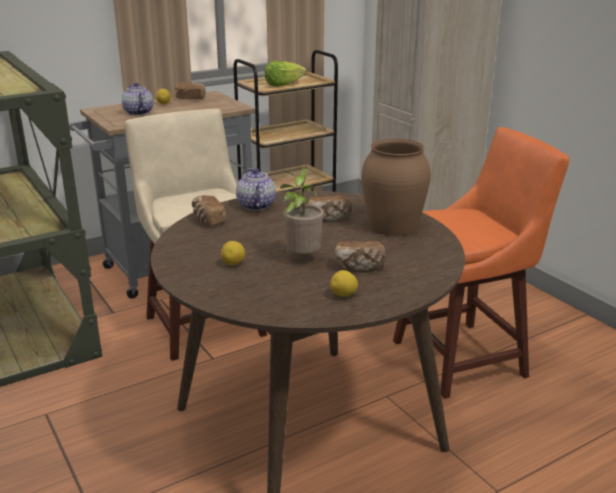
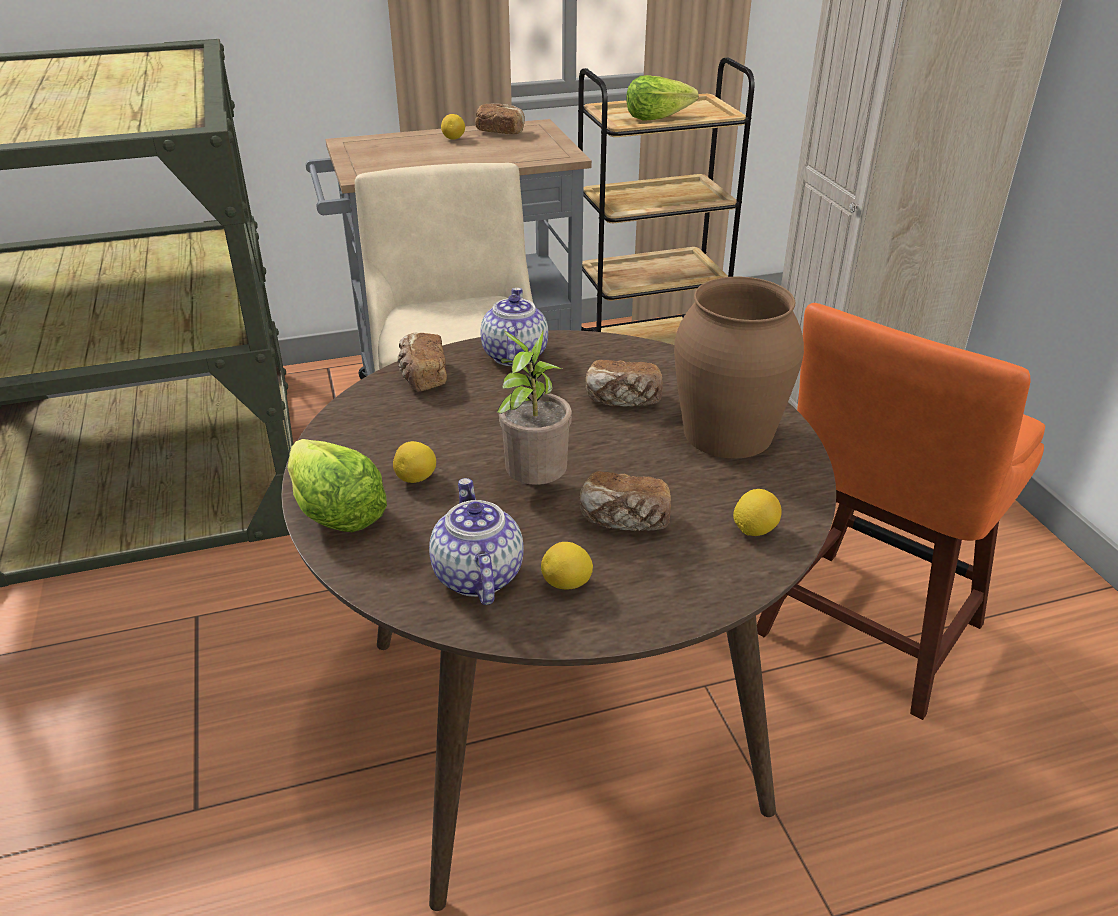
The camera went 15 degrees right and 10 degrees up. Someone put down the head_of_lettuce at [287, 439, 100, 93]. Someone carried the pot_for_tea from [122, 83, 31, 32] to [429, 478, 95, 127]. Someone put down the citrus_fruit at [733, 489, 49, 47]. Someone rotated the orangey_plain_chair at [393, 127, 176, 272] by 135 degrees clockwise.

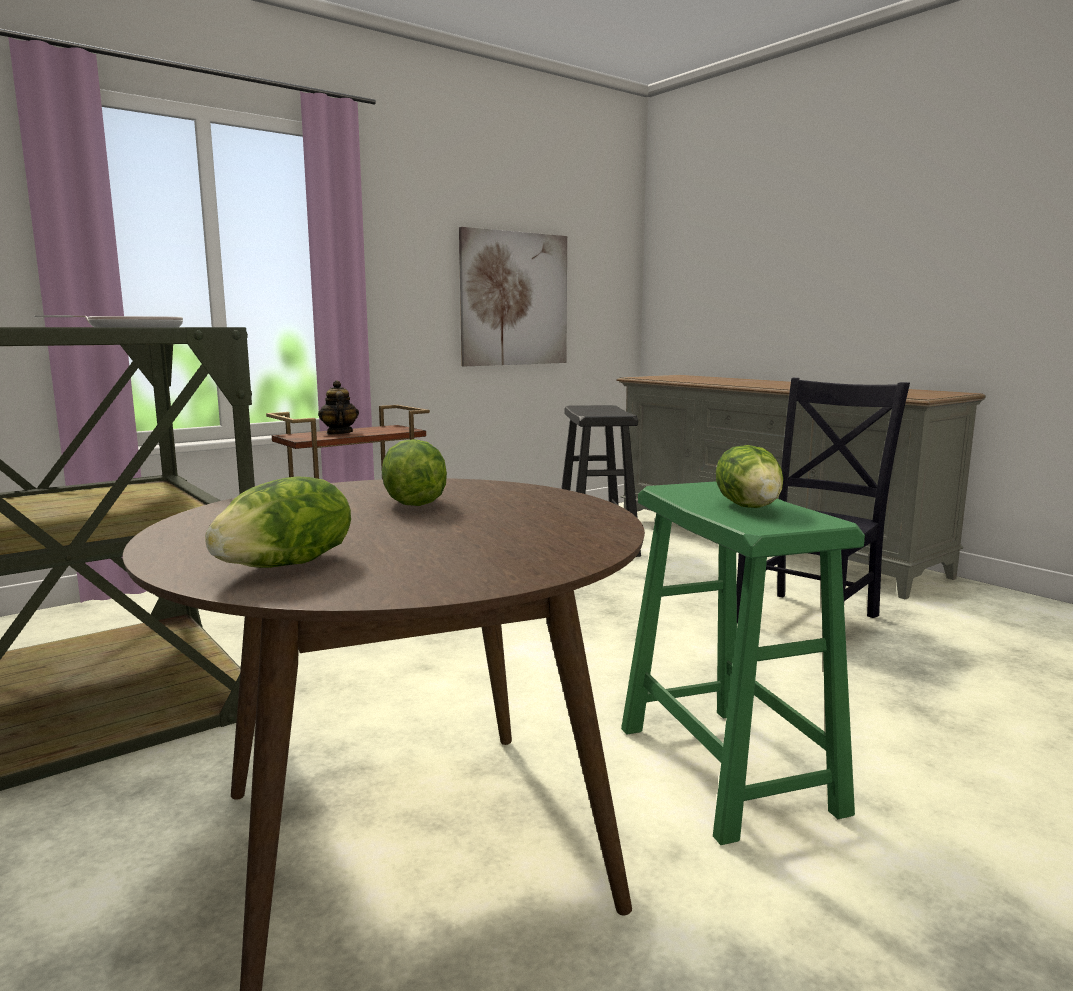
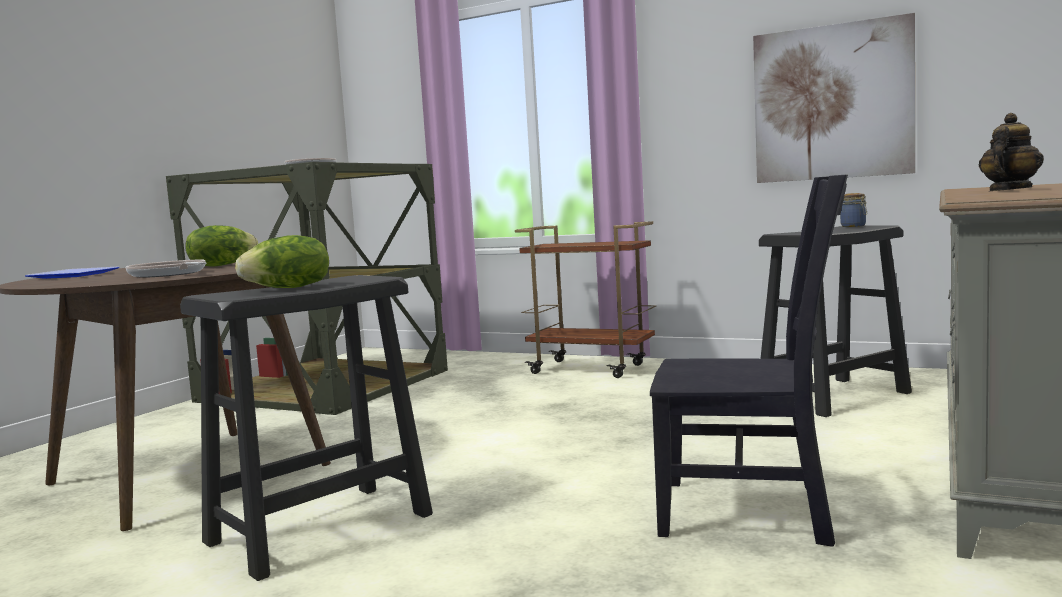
The camera went 65 degrees right and 5 degrees down. Someone swapped the head_of_lettuce at [205, 476, 146, 92] for the flat_dish at [25, 267, 95, 12]. Someone put down the frying_pan at [126, 260, 80, 17]. Someone repainted the green-coloured_sitting_stool at [621, 481, 244, 364], which became the black_sitting_stool at [180, 275, 253, 306]. Someone put down the jar at [840, 193, 27, 34]. Someone carried the pot_for_tea from [318, 380, 41, 54] to [979, 113, 65, 79].

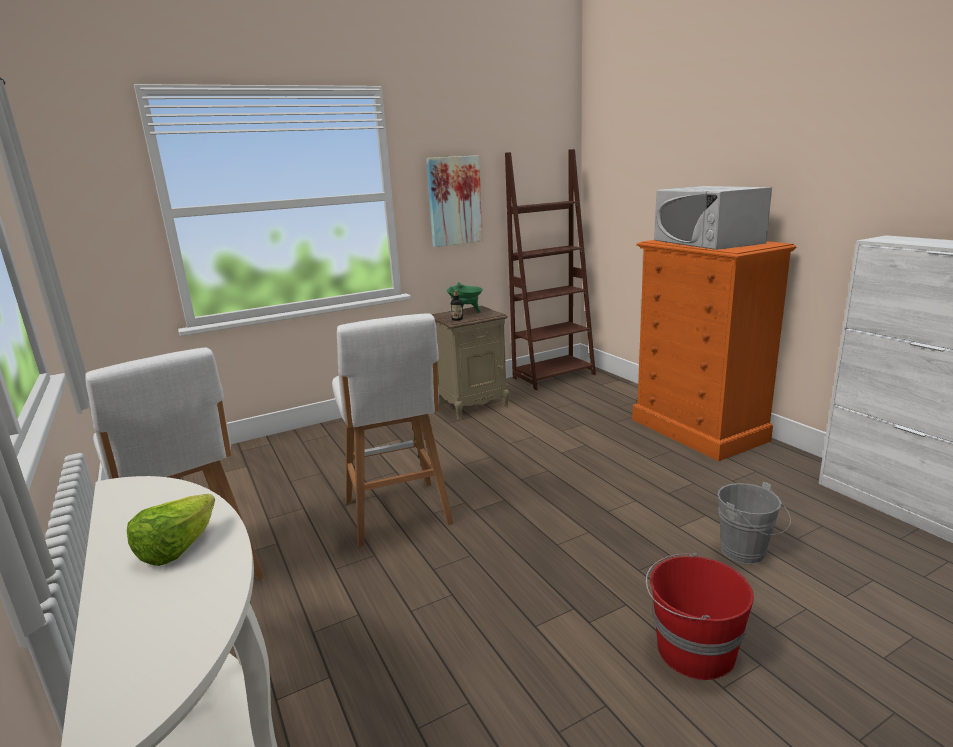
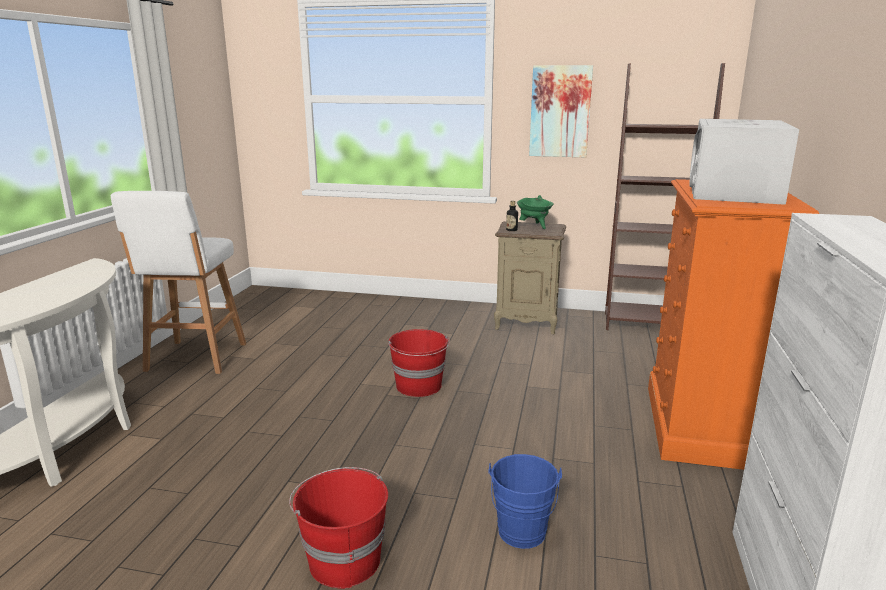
The camera went 40 degrees right and 0 degrees up. Someone put down the reddish_water_bucket at [388, 329, 62, 68]. Someone repainted the greyish_water_bucket at [717, 482, 74, 82], which became the bluish_water_bucket at [488, 454, 74, 95]. Someone took away the head_of_lettuce at [127, 494, 88, 72]. Someone took away the white_sitting_stool at [332, 313, 122, 234].

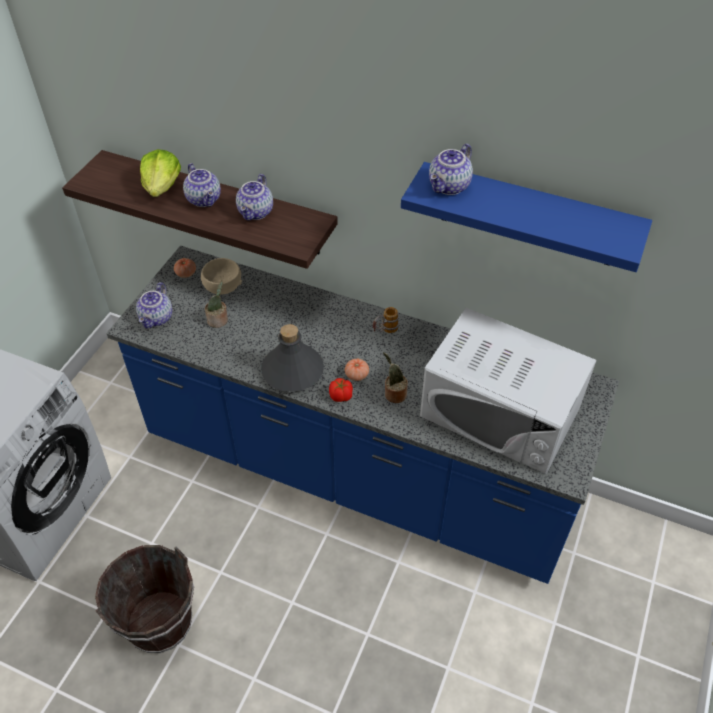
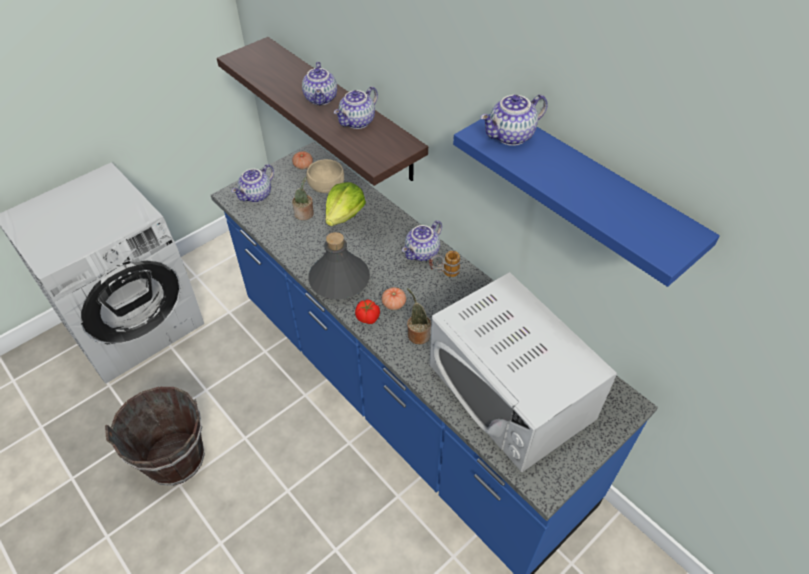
The camera went 25 degrees right and 0 degrees up. Someone carried the head_of_lettuce from [140, 149, 41, 48] to [325, 182, 41, 44]. Someone put down the pot_for_tea at [402, 220, 40, 41].

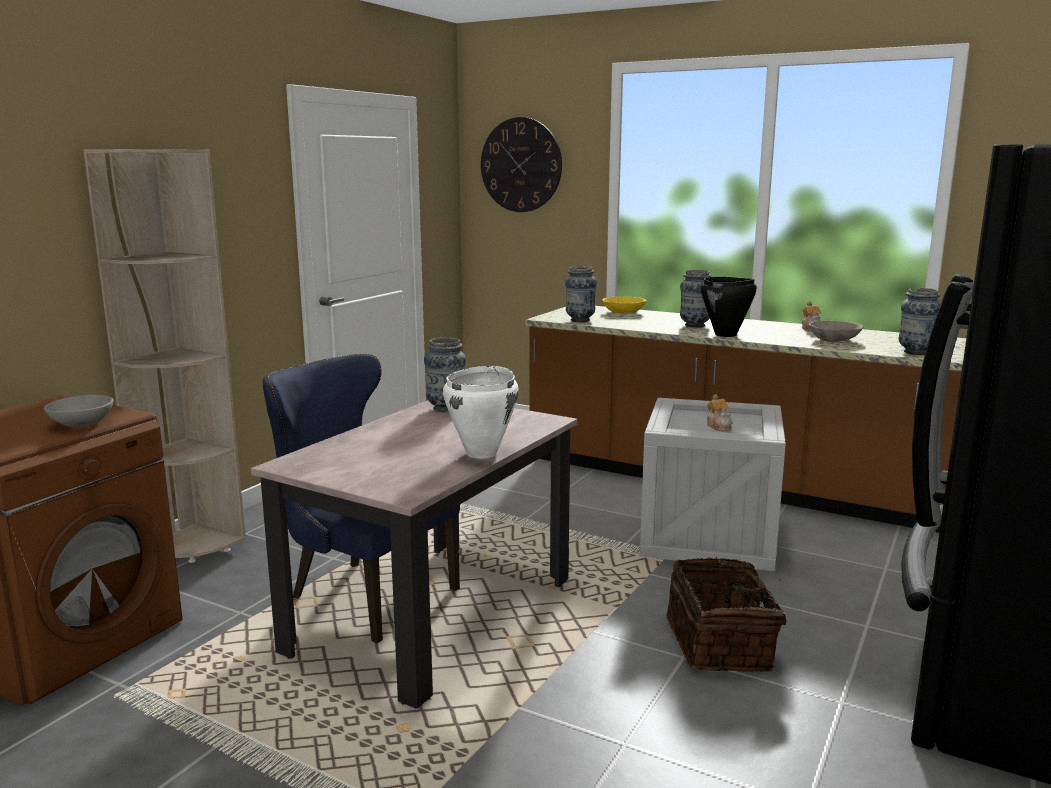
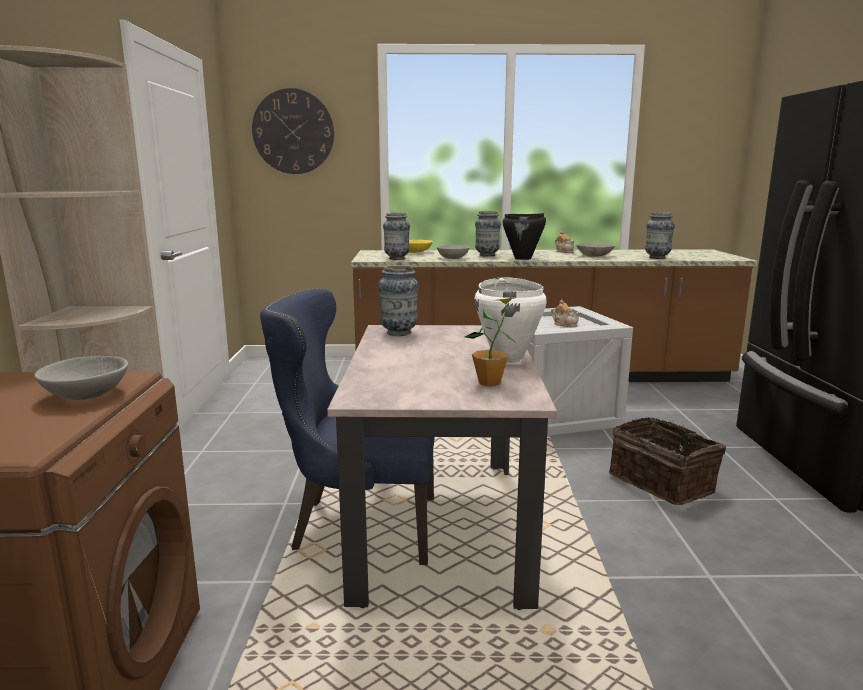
The camera went 30 degrees left and 0 degrees up. Someone put down the greyish_bowl at [437, 245, 33, 14]. Someone put down the potted_plant at [465, 298, 50, 88].

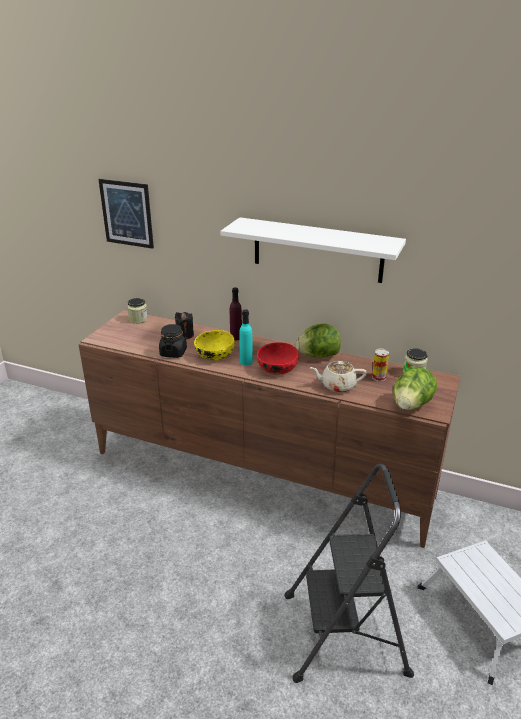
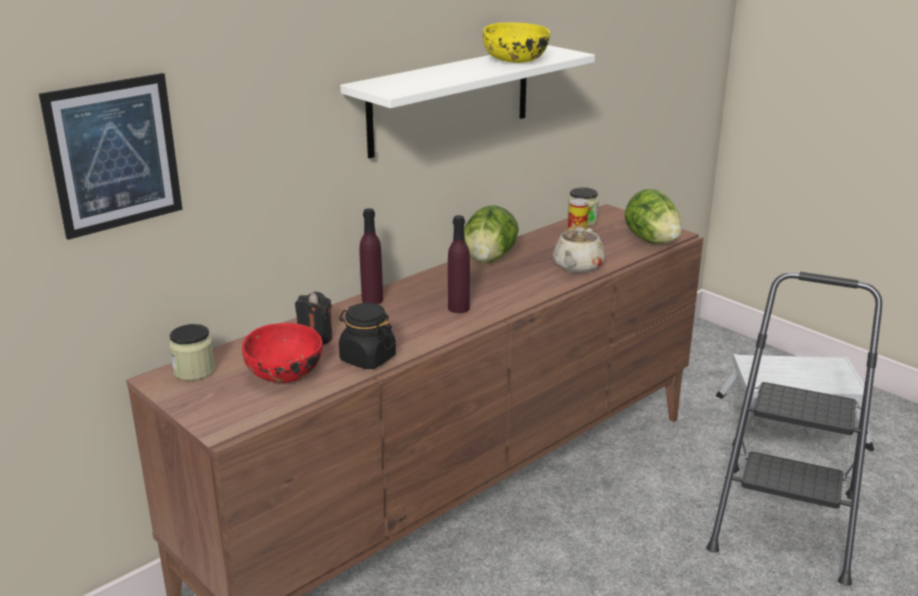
The camera went 65 degrees left and 5 degrees down. Someone carried the reddish_bowl from [257, 342, 42, 33] to [242, 323, 81, 60]. Someone repainted the turquoise-coloured_drink_bottle at [239, 309, 14, 57], which became the purple_drink_bottle at [448, 215, 22, 98]. Someone carried the yellow_bowl from [194, 330, 41, 31] to [483, 23, 67, 40].

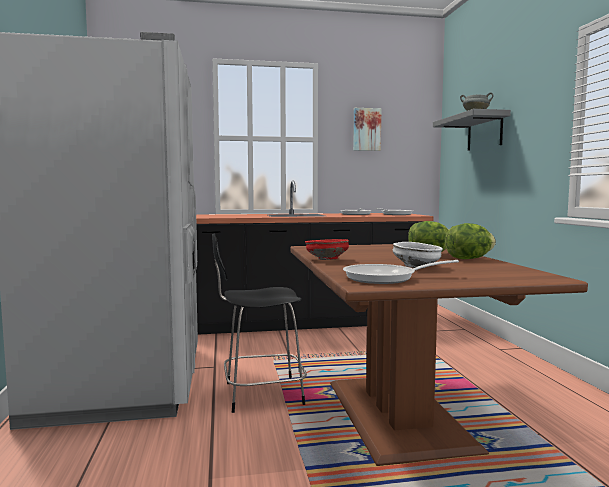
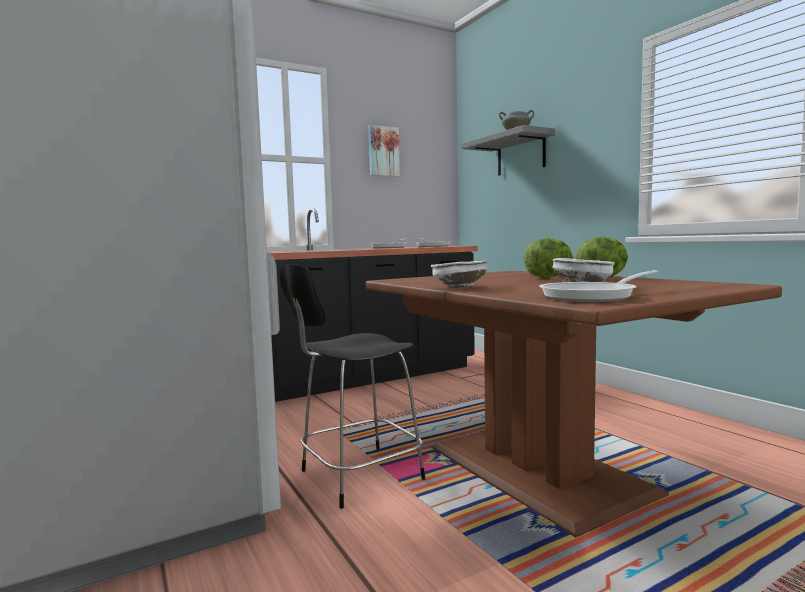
The camera went 20 degrees left and 0 degrees up. Someone repainted the reddish_bowl at [305, 239, 44, 21], which became the white_bowl at [431, 260, 57, 28].

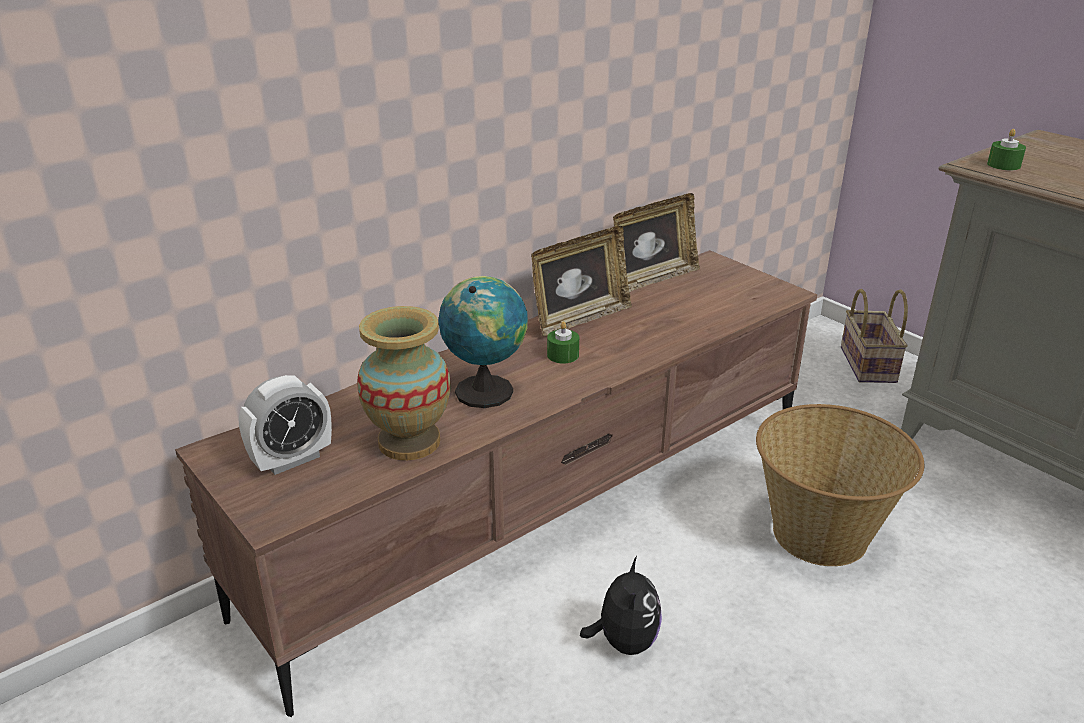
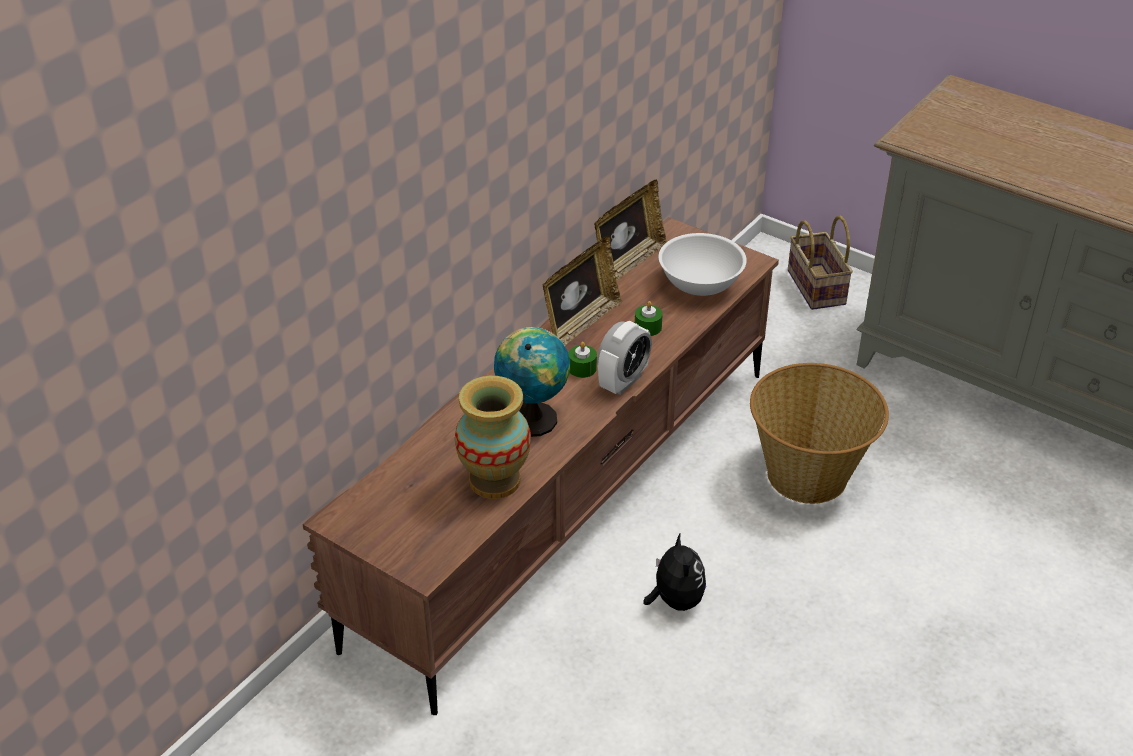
The camera went 15 degrees left and 10 degrees up. Someone carried the table_clock from [239, 375, 93, 100] to [597, 321, 55, 74]. Someone carried the green-coloured_wax_candle from [987, 129, 39, 41] to [635, 301, 28, 35]. Someone put down the white_bowl at [659, 233, 88, 63].

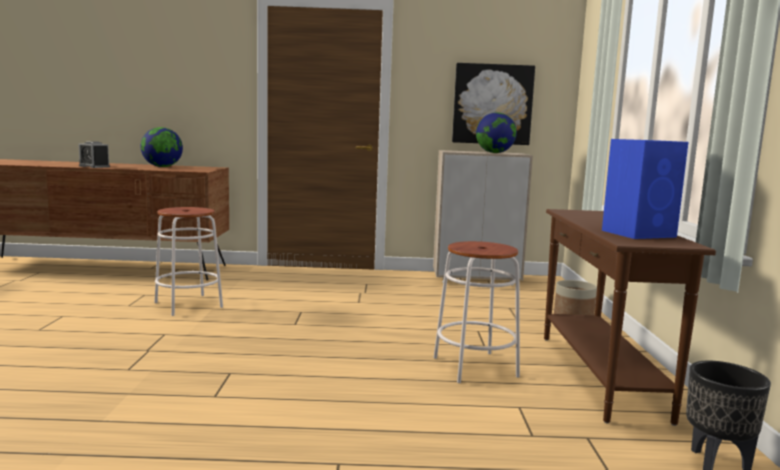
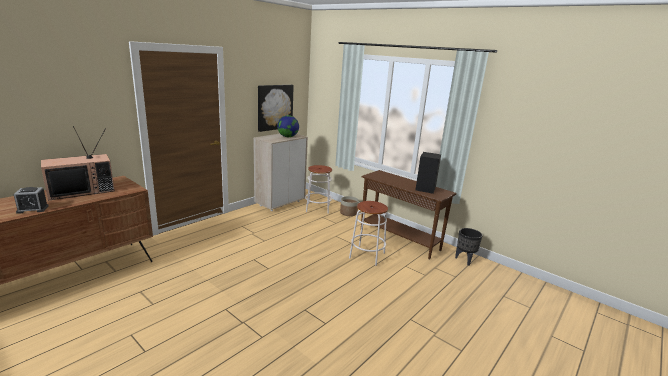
The camera went 50 degrees left and 10 degrees up. Someone swapped the globe at [141, 127, 42, 40] for the television at [41, 126, 74, 75]. Someone carried the white_sitting_stool from [155, 207, 68, 109] to [305, 165, 27, 49]. Someone repainted the bluish_audio_speaker at [602, 139, 87, 100], which became the black_audio_speaker at [415, 152, 26, 42].

